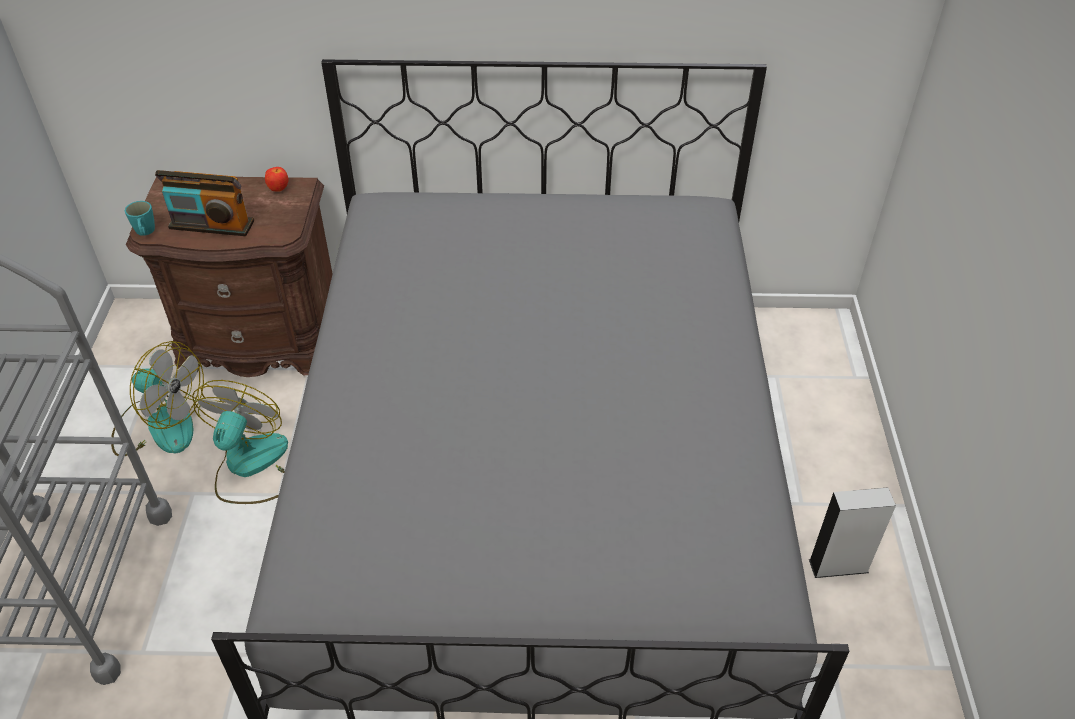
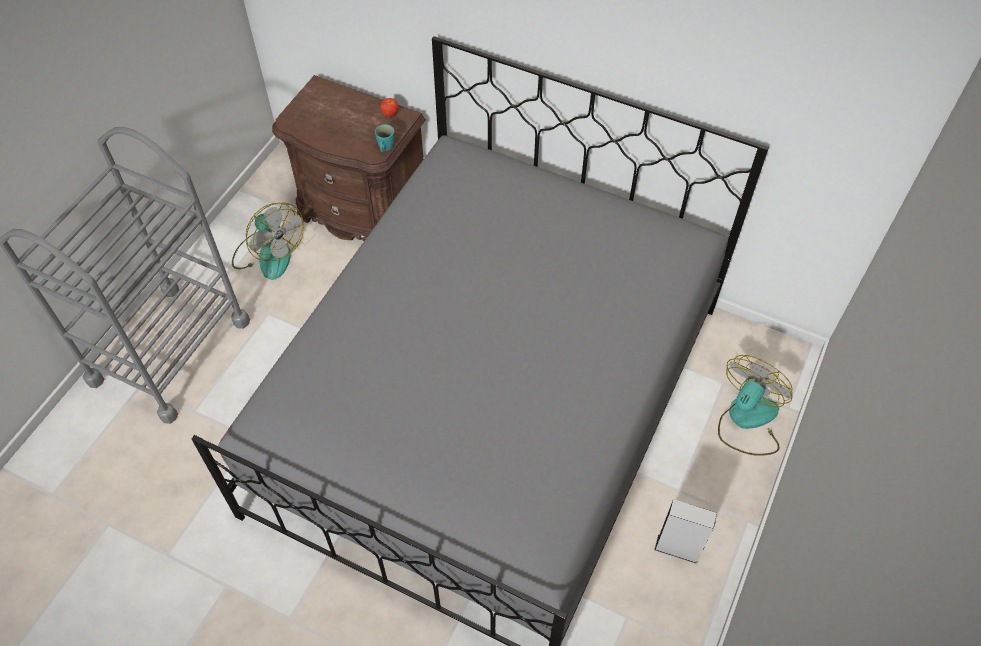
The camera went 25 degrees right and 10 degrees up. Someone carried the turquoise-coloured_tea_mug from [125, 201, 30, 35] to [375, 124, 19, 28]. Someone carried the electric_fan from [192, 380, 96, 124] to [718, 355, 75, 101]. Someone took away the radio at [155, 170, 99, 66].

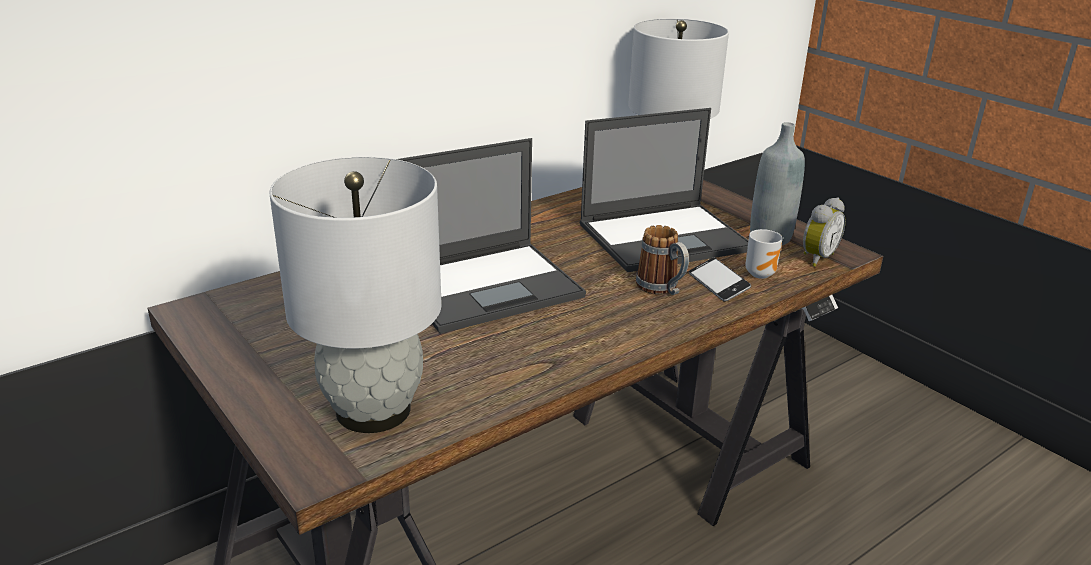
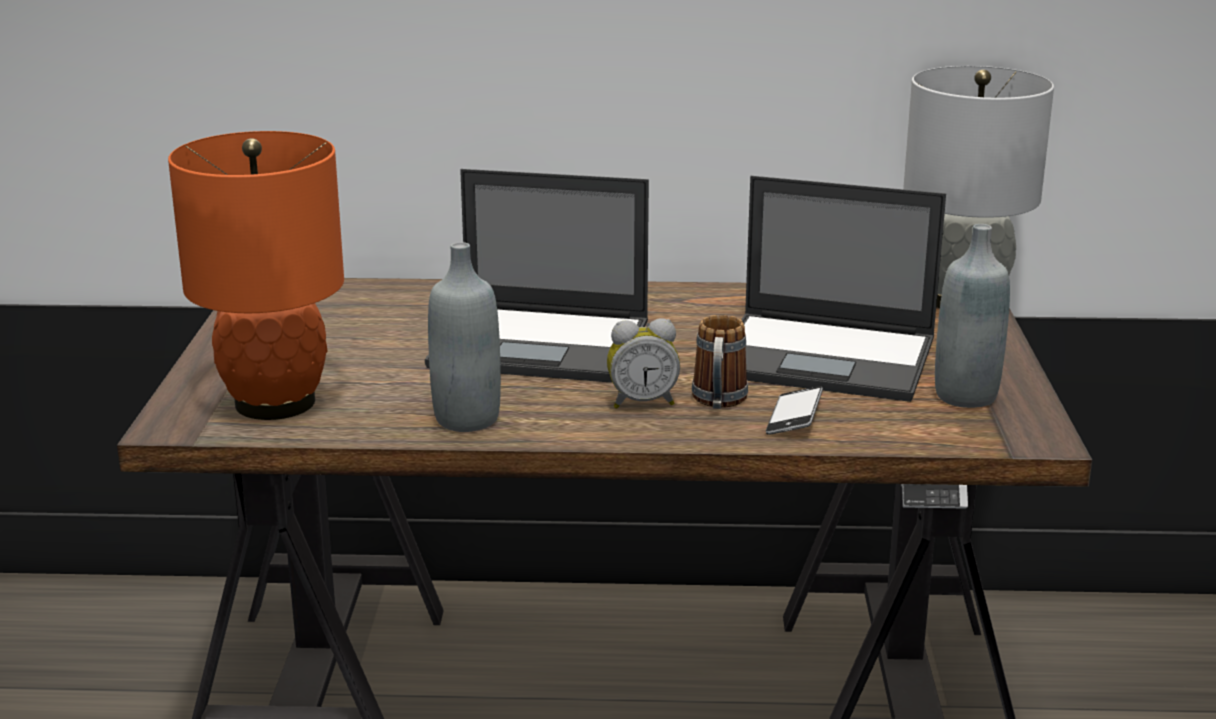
The camera went 40 degrees right and 5 degrees down. Someone repainted the white_tabletop_lamp at [269, 157, 172, 276], which became the orangey_tabletop_lamp at [168, 131, 176, 289]. Someone put down the greyish_drink_bottle at [428, 242, 73, 190]. Someone carried the table_clock from [803, 197, 43, 70] to [607, 318, 73, 91]. Someone took away the tea_mug at [745, 229, 38, 50].

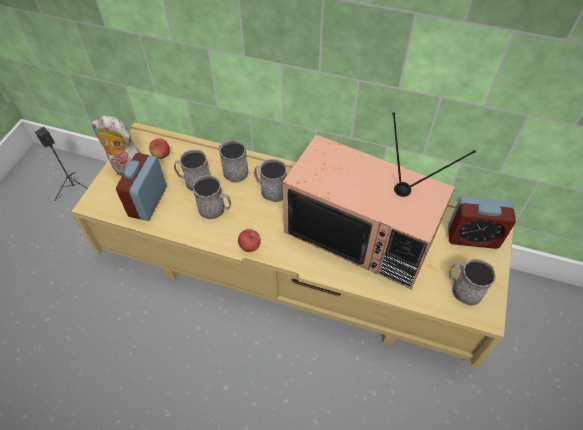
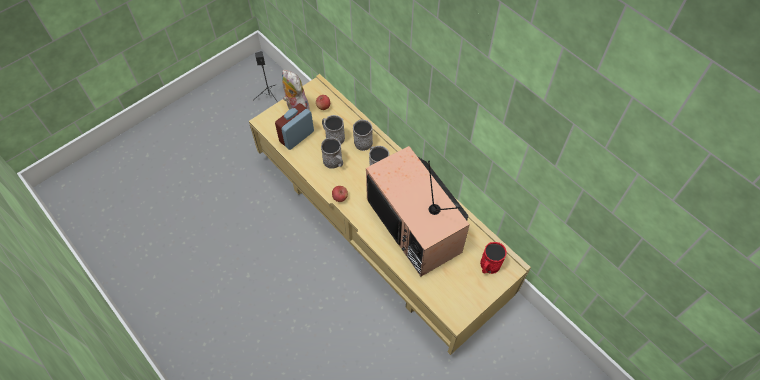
The camera went 30 degrees right and 5 degrees up. Someone swapped the table_clock at [448, 197, 68, 52] for the reddish_tea_mug at [480, 242, 27, 32]. Someone took away the greyish_tea_mug at [449, 259, 47, 47].

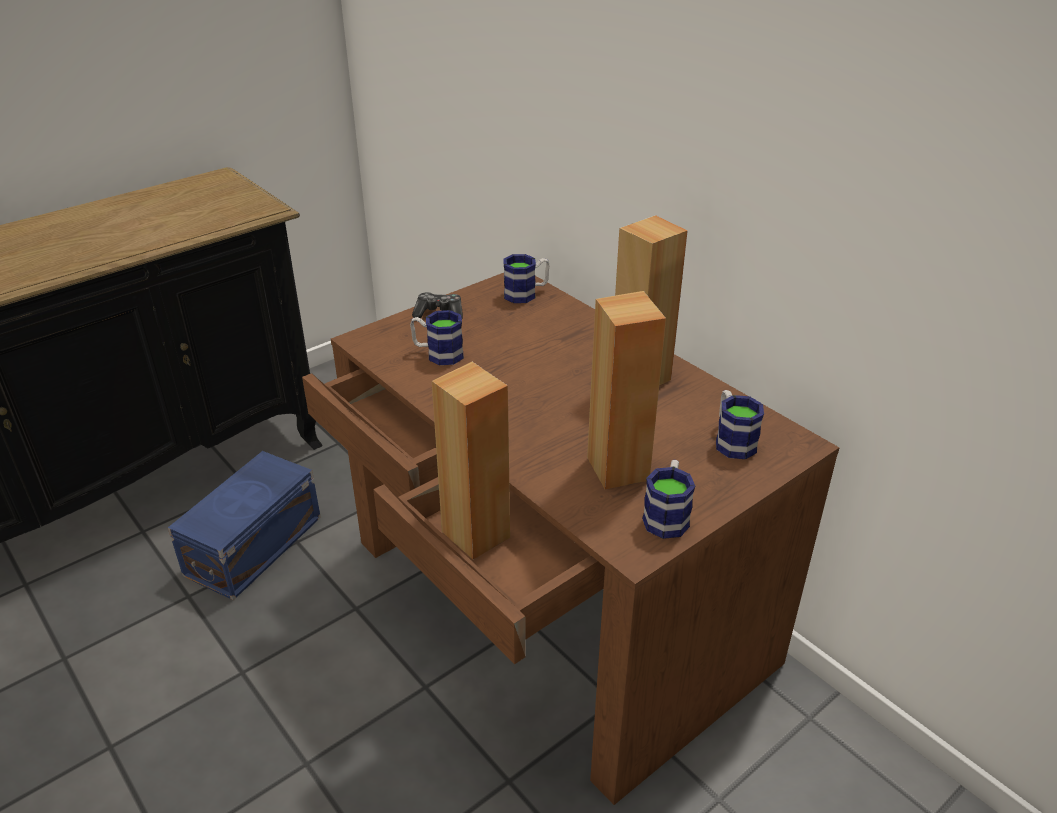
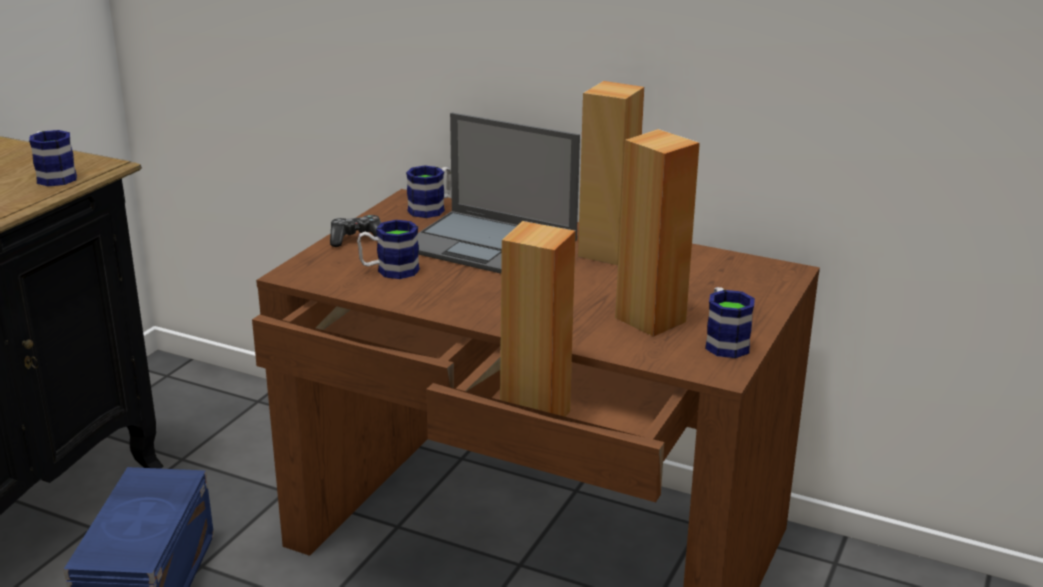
The camera went 25 degrees left and 10 degrees down. Someone carried the tea_mug from [716, 390, 48, 69] to [29, 130, 48, 56]. Someone put down the portable_computer at [418, 112, 162, 162].

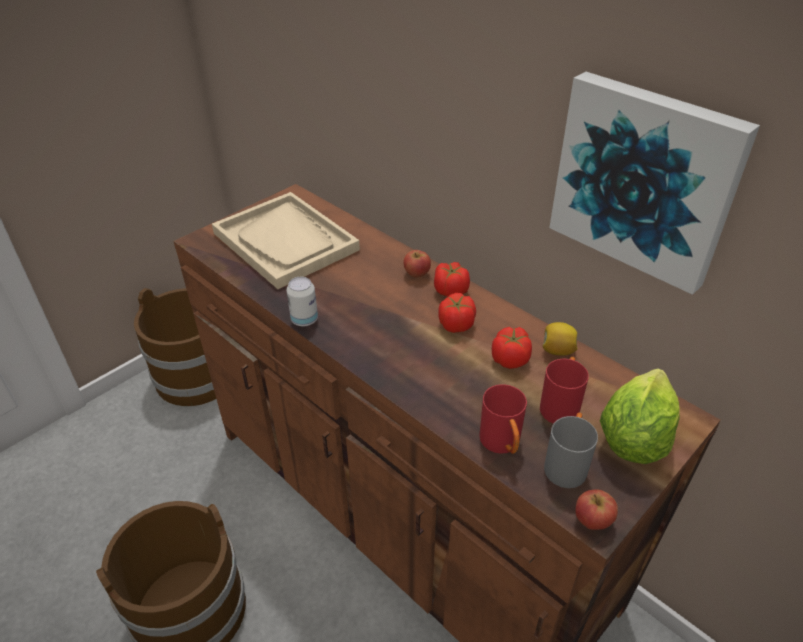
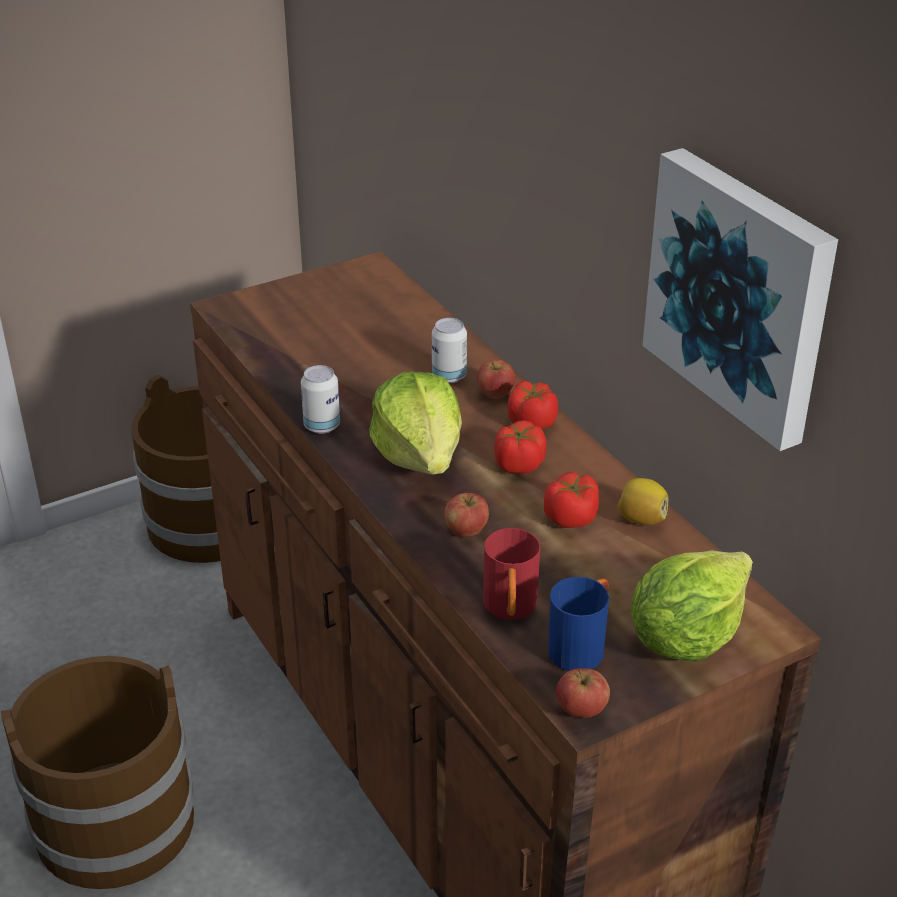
The camera went 15 degrees right and 5 degrees down. Someone put down the head_of_lettuce at [369, 372, 93, 103]. Someone put down the metal_can at [432, 318, 35, 65]. Someone put down the apple at [444, 493, 45, 44]. Someone repainted the greyish_tea_mug at [544, 413, 54, 75], which became the bluish_tea_mug at [548, 577, 61, 94]. Someone took away the beige_carrying_tray at [212, 192, 148, 97]. Someone took away the reddish_tea_mug at [540, 357, 49, 67].

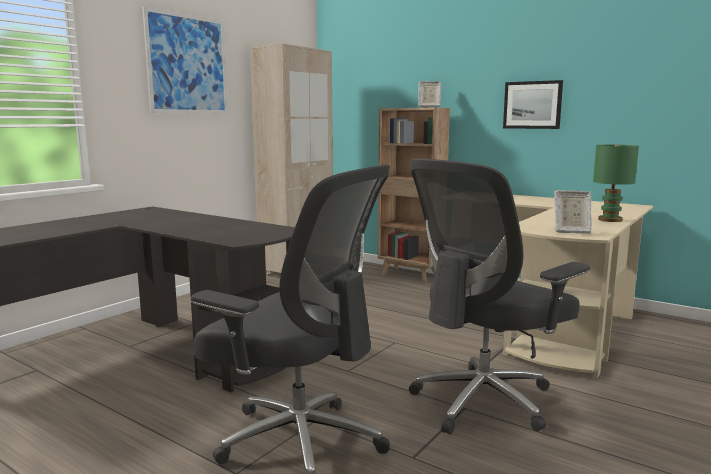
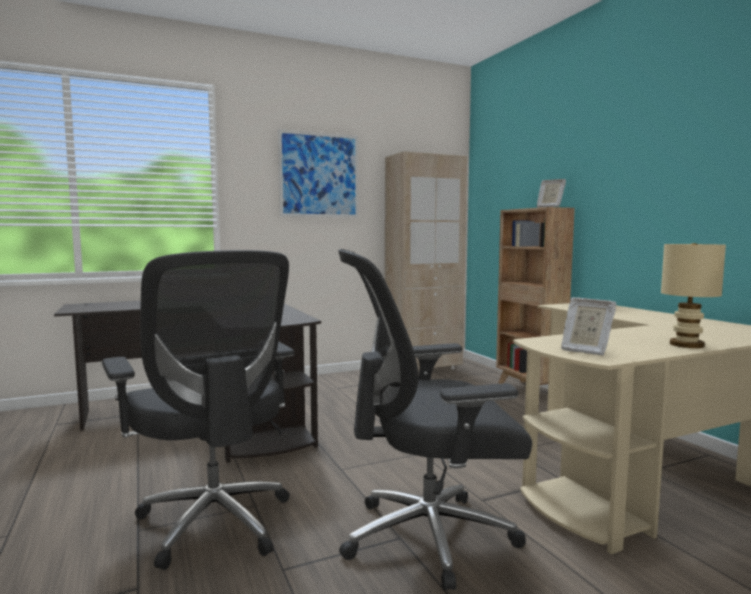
The camera went 30 degrees right and 5 degrees down. Someone repainted the green-coloured_tabletop_lamp at [593, 145, 46, 77], which became the beige_tabletop_lamp at [661, 243, 65, 105]. Someone took away the picture at [503, 80, 60, 49].

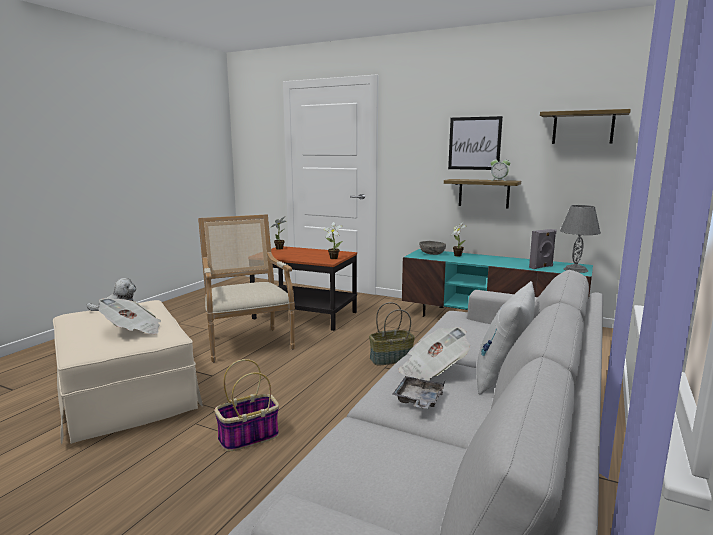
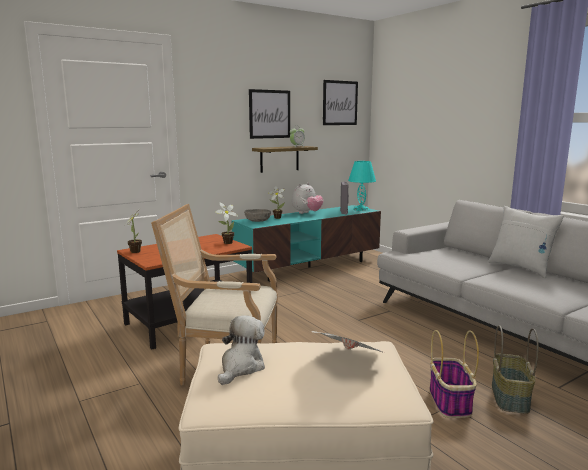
The camera went 60 degrees left and 0 degrees up. Someone put down the soft_toy at [292, 183, 31, 31]. Someone swapped the shelf at [540, 109, 91, 35] for the picture at [323, 80, 35, 45]. Someone repainted the greyish_tabletop_lamp at [560, 205, 41, 68], which became the turquoise-coloured_tabletop_lamp at [348, 161, 28, 50]. Someone carried the basket from [369, 302, 46, 63] to [492, 325, 47, 89]. Someone took away the greyish_carrying_tray at [392, 376, 53, 33]. Someone took away the newspaper at [398, 327, 72, 54].

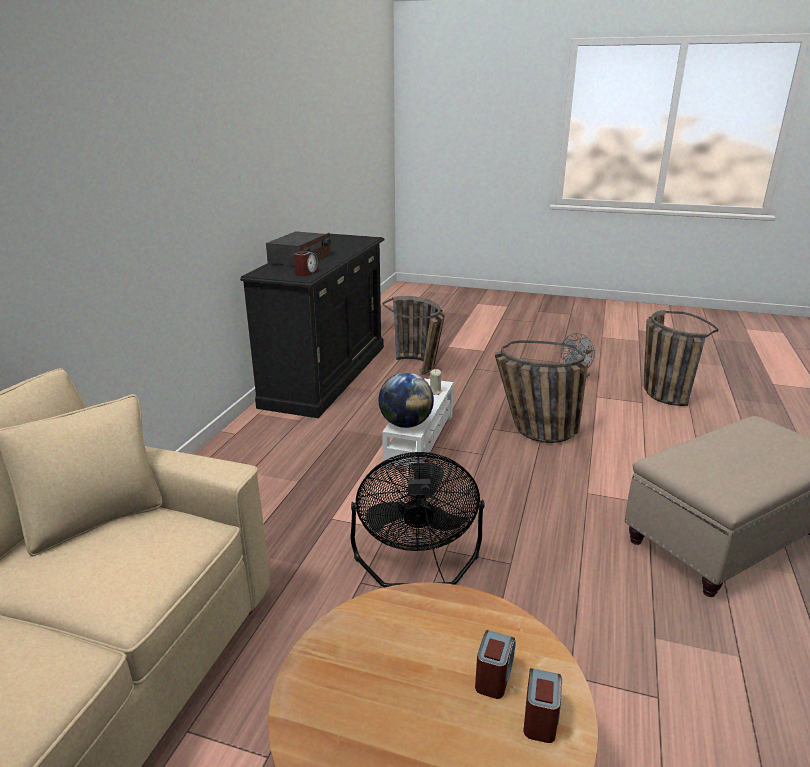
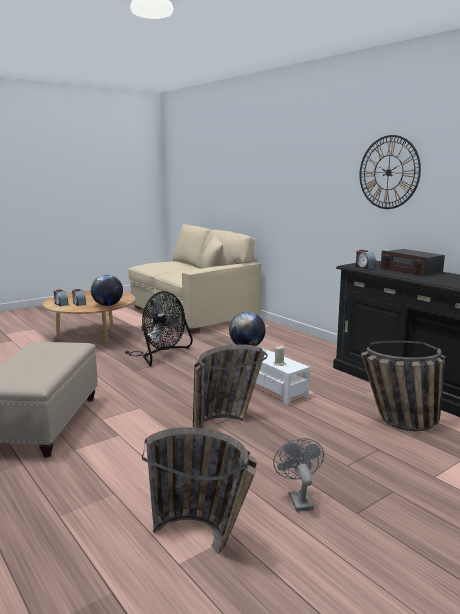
The camera went 125 degrees right and 10 degrees down. Someone put down the globe at [91, 274, 32, 32]. Someone put up the hanging_clock at [359, 135, 62, 74].

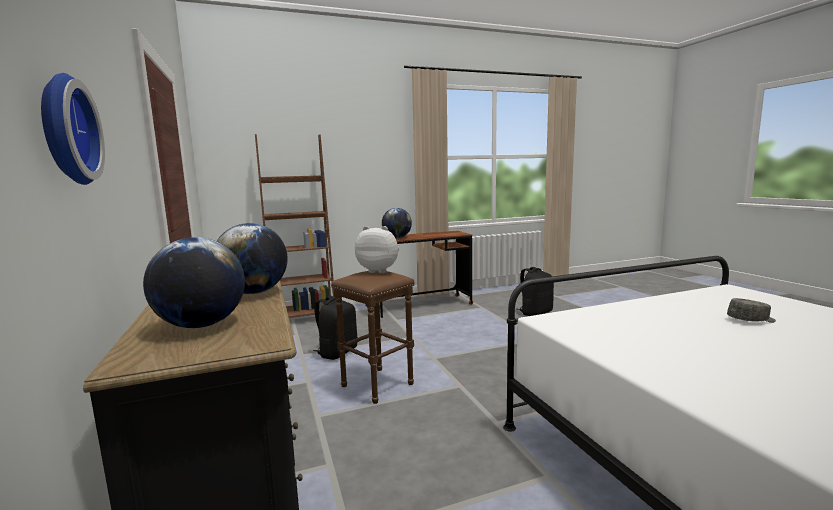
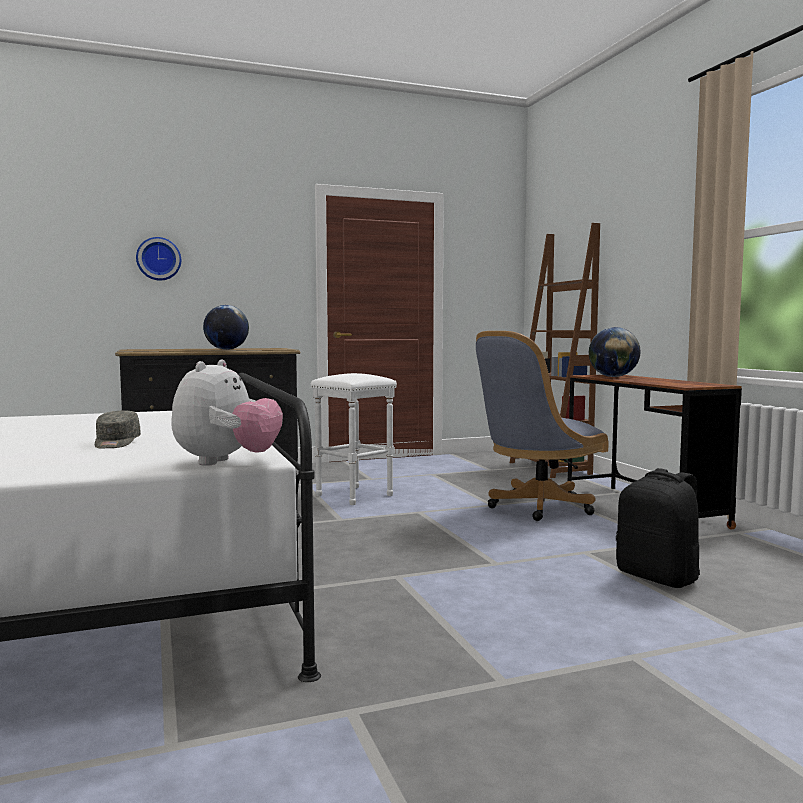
The camera went 90 degrees right and 5 degrees down. Someone carried the soft_toy from [355, 226, 44, 47] to [171, 360, 112, 106]. Someone repainted the brown_sitting_stool at [331, 271, 83, 133], which became the white_sitting_stool at [311, 373, 86, 132]. Someone put down the bluish_desk_chair at [476, 331, 132, 190]. Someone took away the globe at [143, 237, 102, 91]. Someone took away the black_rucksack at [313, 296, 44, 64].

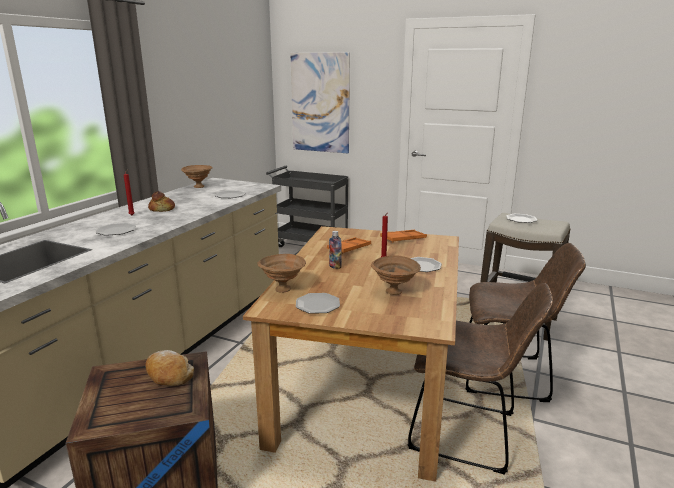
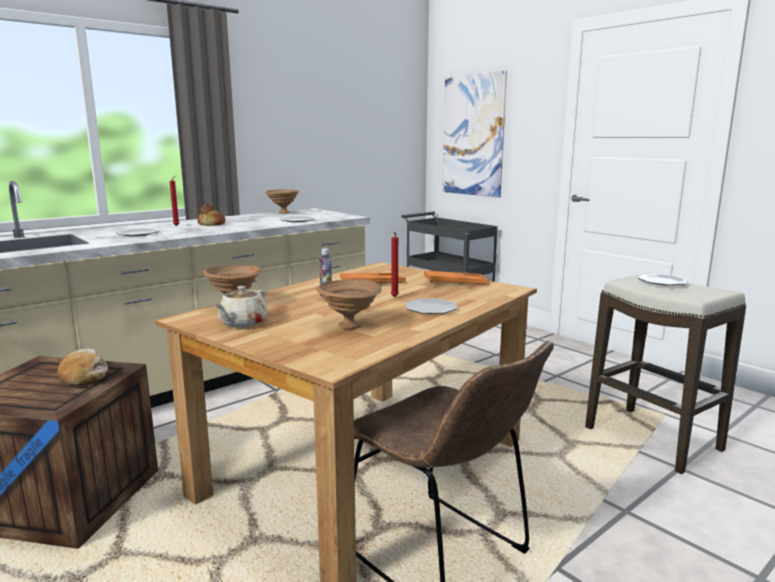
The camera went 25 degrees right and 5 degrees down. Someone swapped the flat_dish at [296, 293, 44, 21] for the beige_pot_for_tea at [215, 286, 53, 42]. Someone took away the brown_plain_chair at [465, 243, 121, 159].

